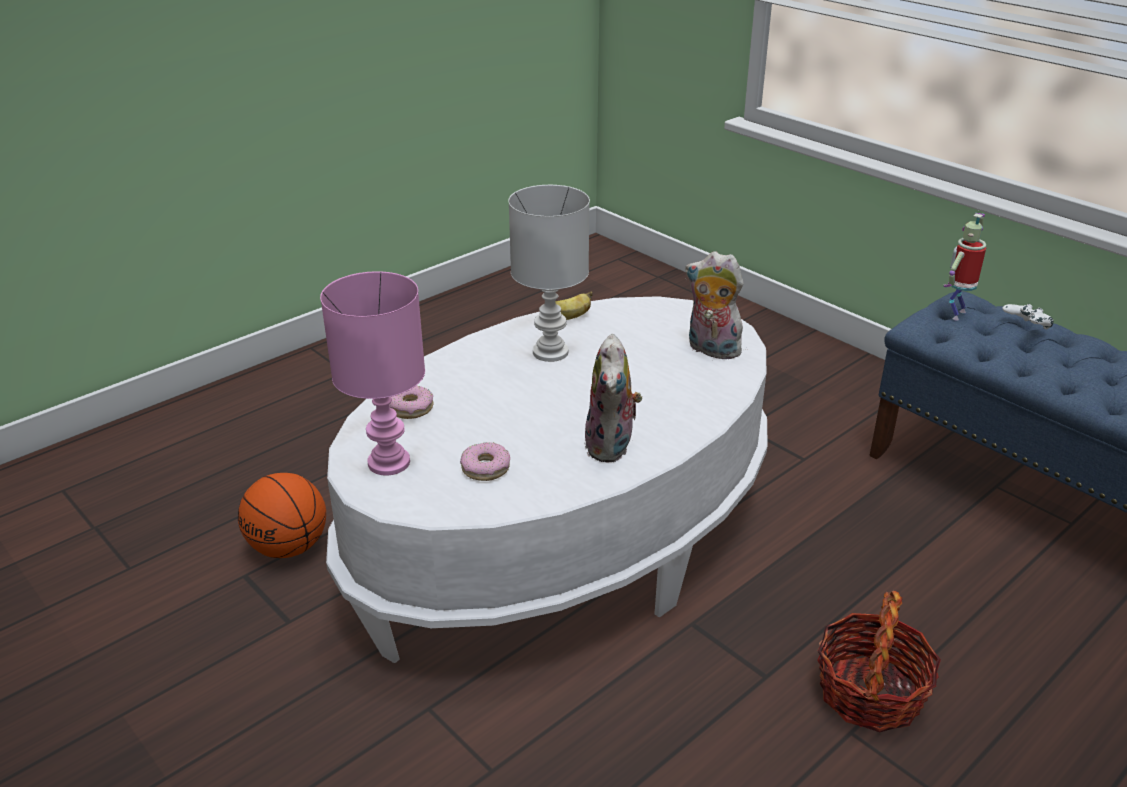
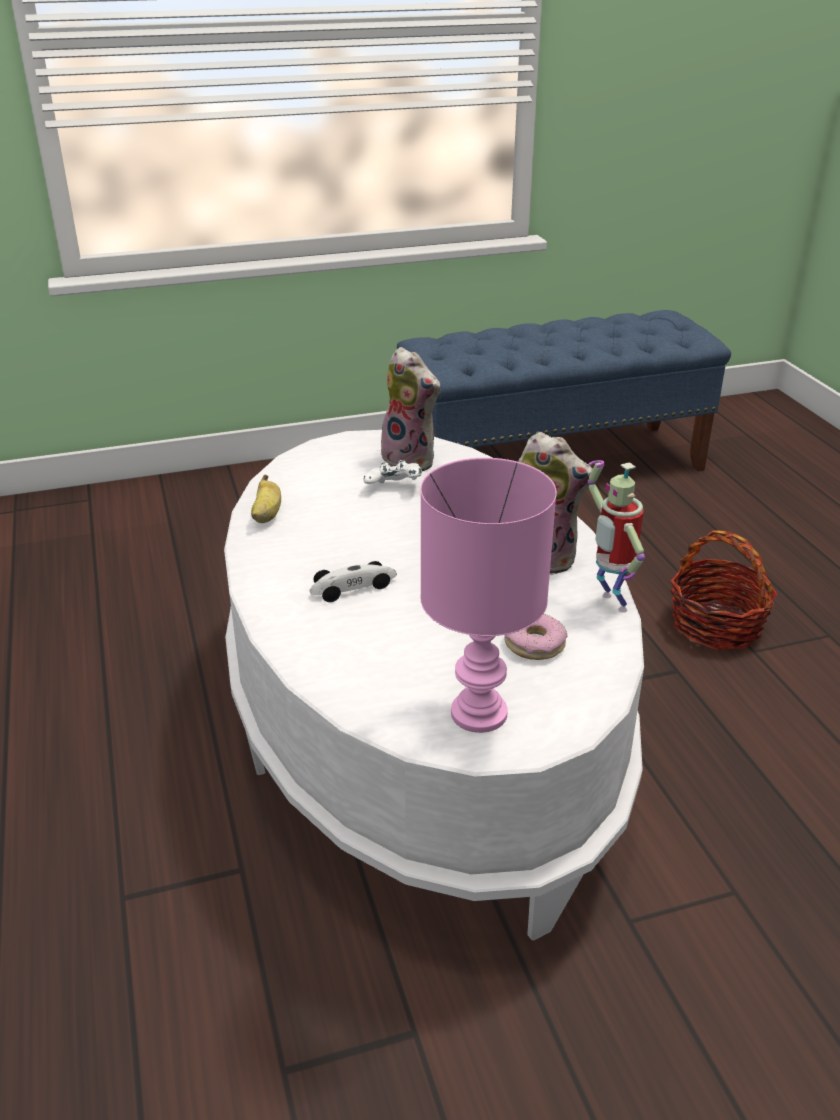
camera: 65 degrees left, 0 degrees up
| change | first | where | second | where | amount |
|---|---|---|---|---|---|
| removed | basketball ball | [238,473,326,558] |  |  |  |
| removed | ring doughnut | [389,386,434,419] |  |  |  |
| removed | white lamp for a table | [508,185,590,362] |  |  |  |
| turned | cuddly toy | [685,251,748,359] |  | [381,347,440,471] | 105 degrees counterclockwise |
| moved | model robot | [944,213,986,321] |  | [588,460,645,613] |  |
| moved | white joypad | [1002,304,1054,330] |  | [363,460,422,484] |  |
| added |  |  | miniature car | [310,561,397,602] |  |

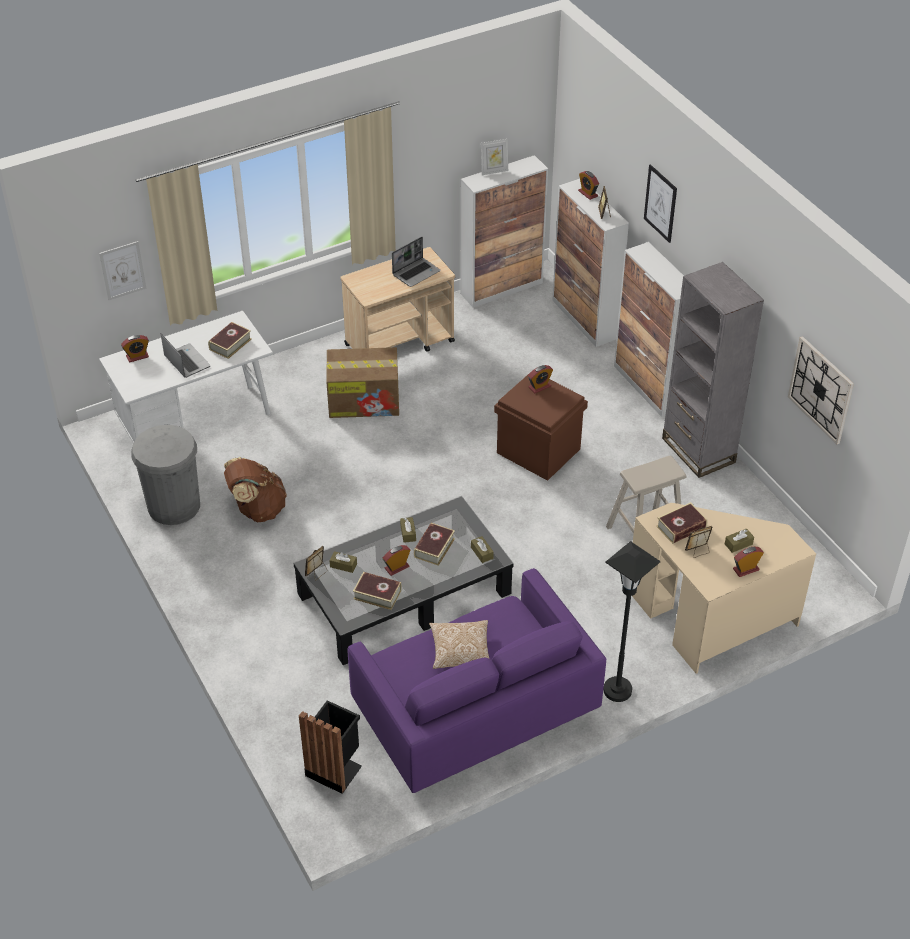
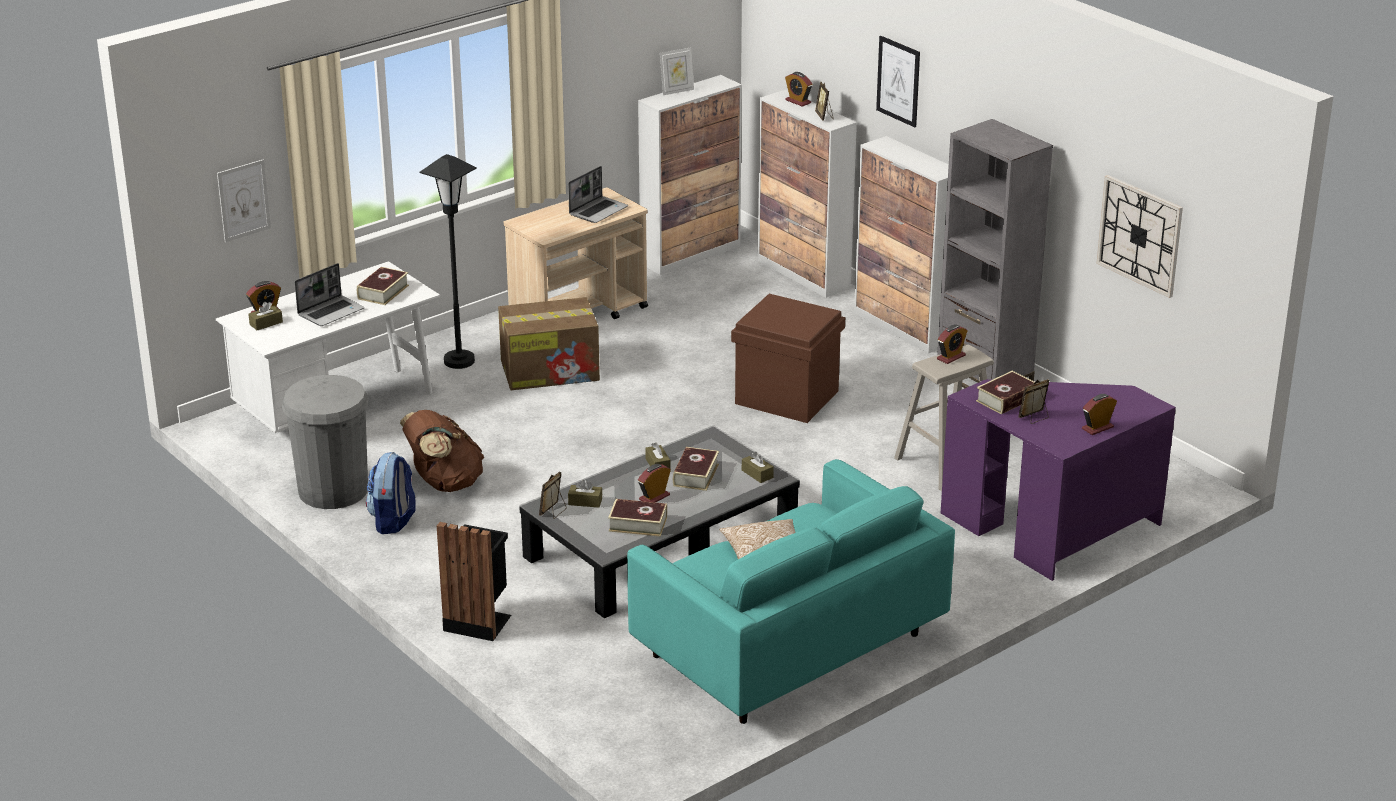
camera: 10 degrees left, 15 degrees down
| change | first | where | second | where | amount |
|---|---|---|---|---|---|
| turned | laptop | [161,333,210,378] |  | [295,263,364,326] | 90 degrees clockwise |
| moved | black-coloured trash can | [299,700,362,794] |  | [437,522,511,641] |  |
| recoloured | purplish couch | [347,568,606,793] | turquoise-coloured couch | [627,459,955,724] |  |
| moved | bedside clock | [528,365,553,394] |  | [937,324,967,364] |  |
| moved | black-coloured standard lamp | [603,541,661,702] |  | [420,154,477,369] |  |
| recoloured | beige desk | [632,503,816,674] | purplish desk | [941,379,1176,581] |  |
| moved | brownish tissue holder | [725,528,754,553] |  | [248,302,283,330] |  |
| added |  |  | rucksack | [366,452,416,534] |  |

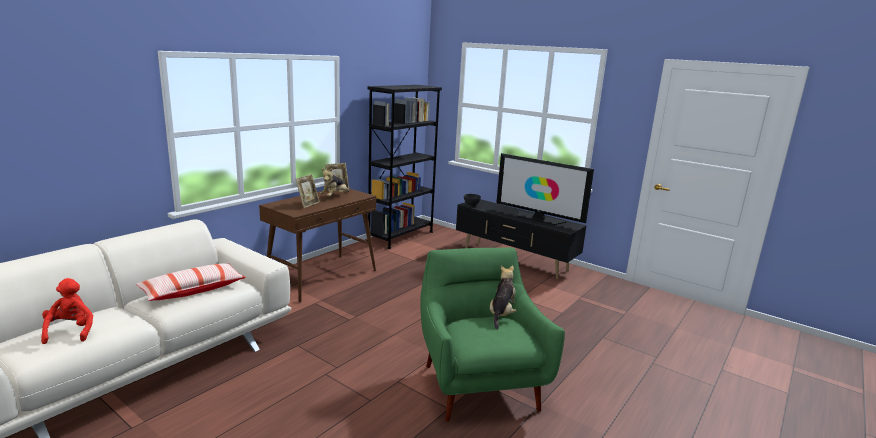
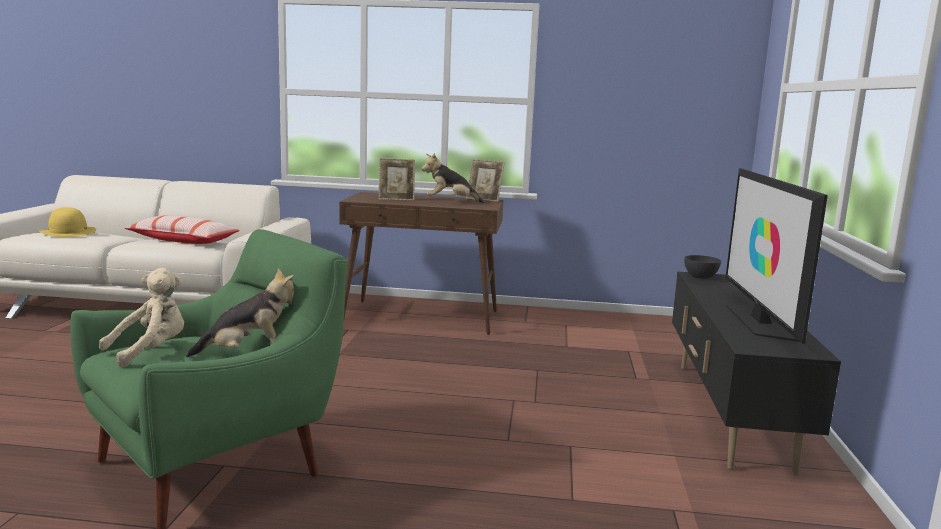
camera: 60 degrees right, 5 degrees down
| change | first | where | second | where | amount |
|---|---|---|---|---|---|
| replaced | reddish cuddly toy | [41,278,93,344] | yellow wearable hat | [39,207,96,237] |  |
| removed | black-coloured shelving unit | [367,85,442,249] |  |  |  |
| added |  |  | beige cuddly toy | [99,268,184,368] |  |

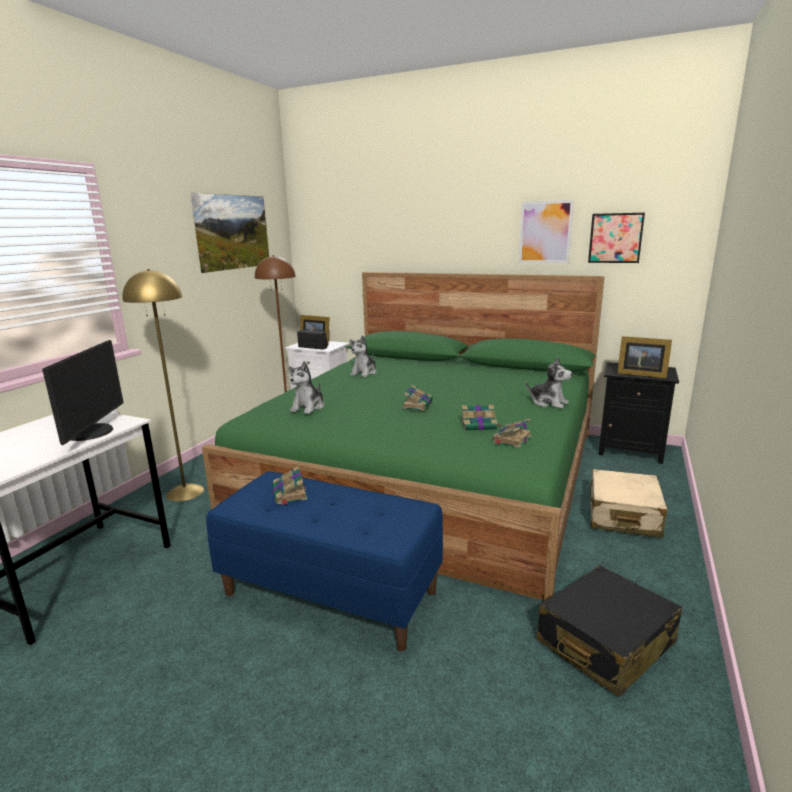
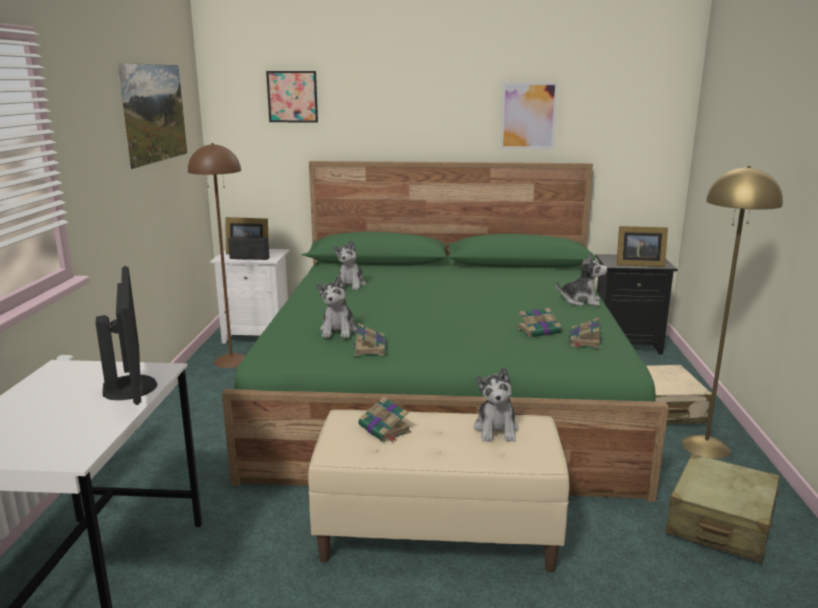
camera: 20 degrees left, 0 degrees up
| change | first | where | second | where | amount |
|---|---|---|---|---|---|
| moved | yellow standard lamp | [122,269,204,501] |  | [682,166,783,459] |  |
| recoloured | blue-coloured long seat | [206,471,443,651] | beige long seat | [308,410,570,573] |  |
| moved | volume | [402,385,433,410] |  | [353,323,386,356] |  |
| recoloured | black-coloured travel case | [537,565,682,697] | beige travel case | [666,454,780,563] |  |
| moved | picture | [588,213,645,263] |  | [266,71,318,122] |  |
| added |  |  | cuddly toy | [474,367,519,442] |  |

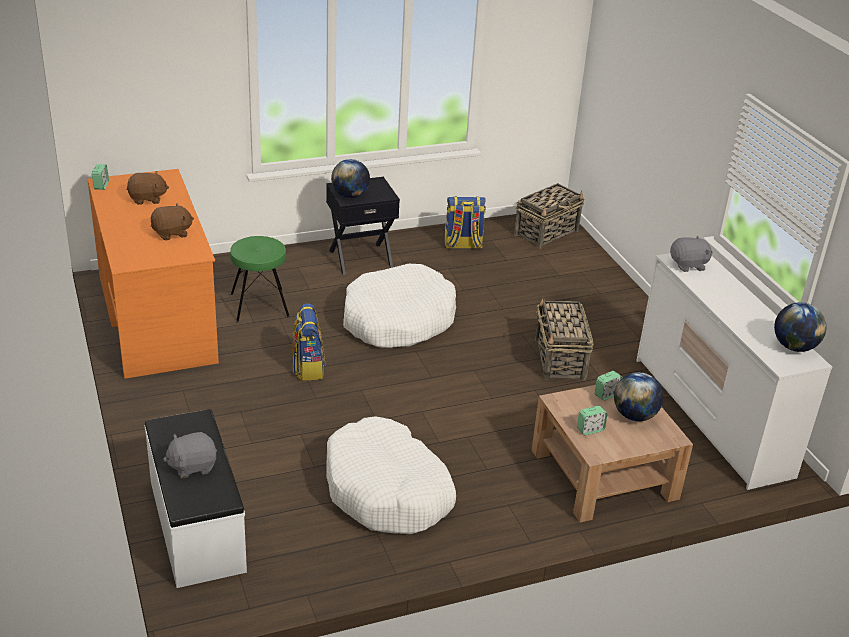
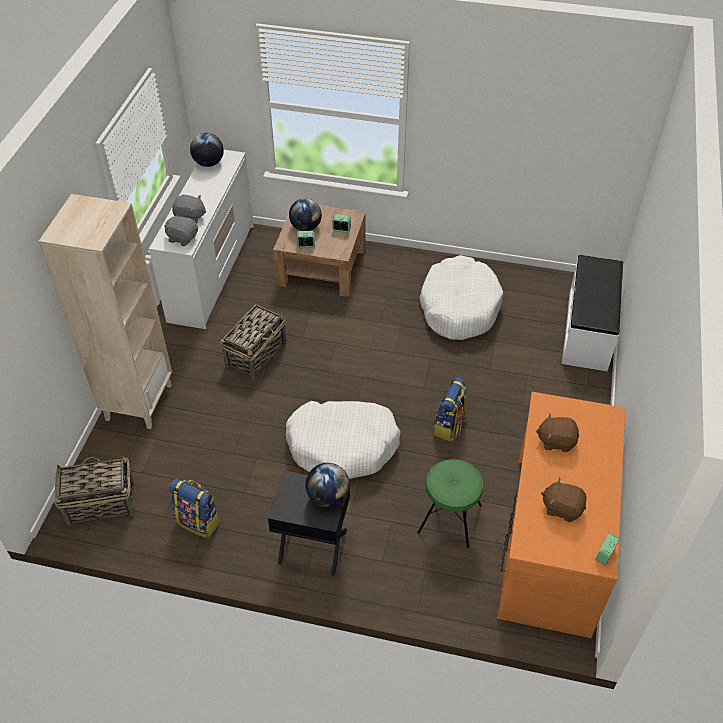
camera: 145 degrees left, 15 degrees up
| change | first | where | second | where | amount |
|---|---|---|---|---|---|
| moved | greyish cuddly toy | [163,432,217,478] |  | [172,195,206,224] |  |
| added |  |  | beige shelving unit | [39,194,172,429] |  |

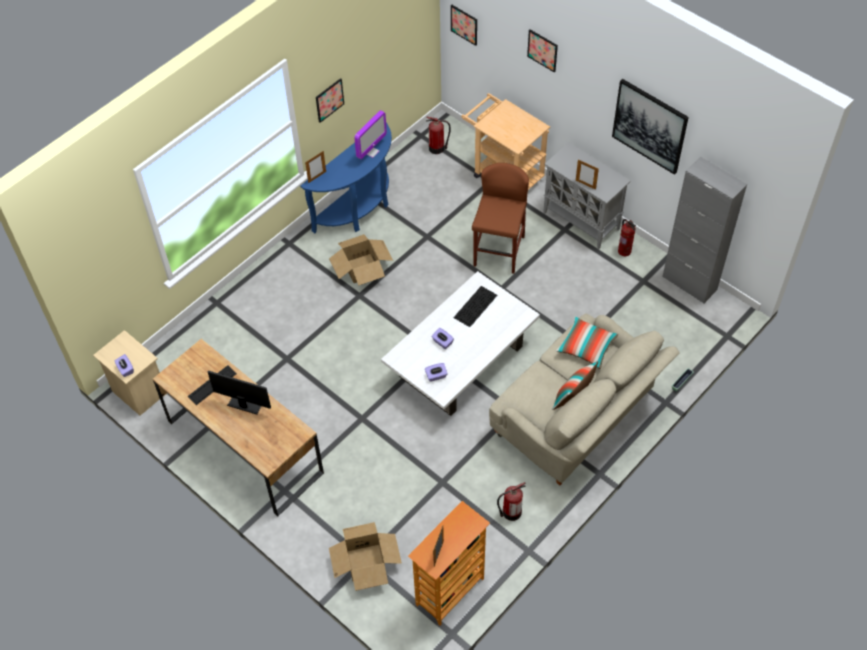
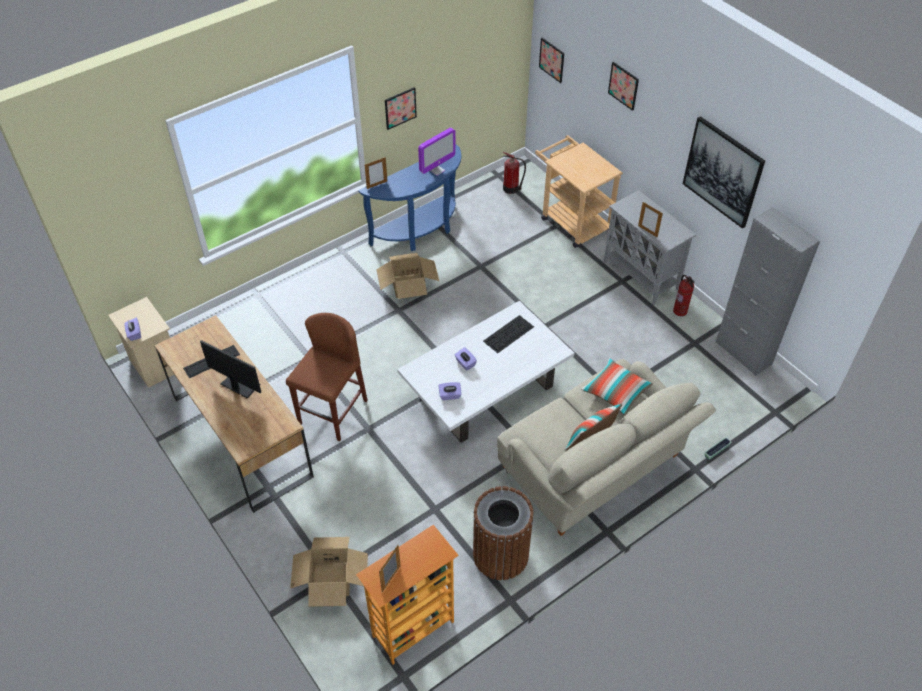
camera: 10 degrees right, 5 degrees down
| change | first | where | second | where | amount |
|---|---|---|---|---|---|
| moved | brownish stool seat | [472,163,529,274] |  | [286,313,368,442] |  |
| replaced | fire-fighting cylinder | [497,482,526,521] | brownish trash can | [473,486,534,580] |  |

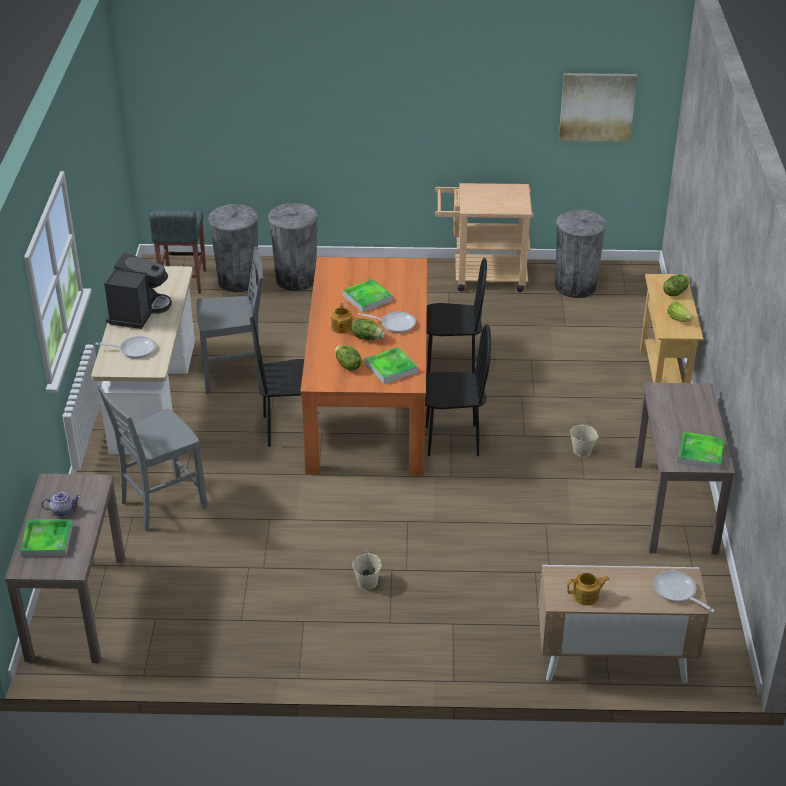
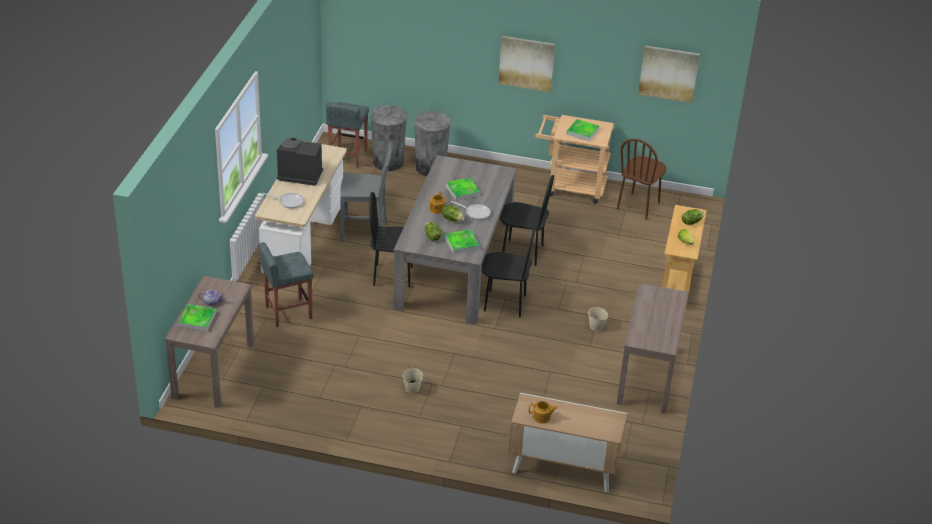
camera: 10 degrees right, 0 degrees up
| change | first | where | second | where | amount |
|---|---|---|---|---|---|
| replaced | greyish plain chair | [97,384,208,531] | greyish stool seat | [259,242,313,327] |  |
| turned | coffee brewer | [104,252,172,329] |  | [277,138,323,186] | 105 degrees counterclockwise |
| recoloured | orange-coloured kitchen table | [300,257,427,476] | greyish kitchen table | [393,155,517,325] |  |
| replaced | greyish trash can | [555,209,607,298] | brownish plain chair | [617,139,666,220] |  |
| removed | pan | [654,571,715,612] |  |  |  |
| moved | serving tray | [678,432,724,470] |  | [566,119,599,141] |  |
| added |  |  | picture | [498,36,555,92] |  |

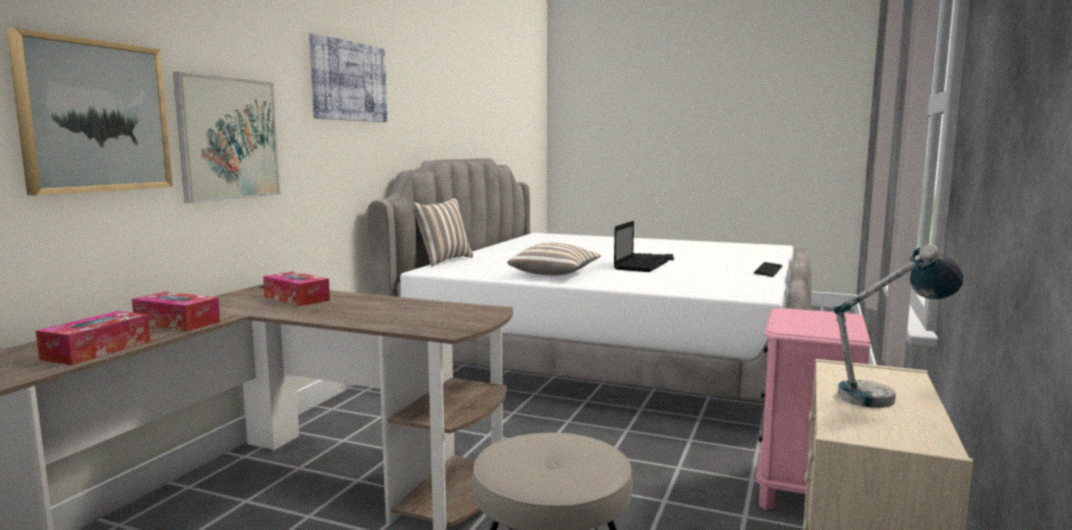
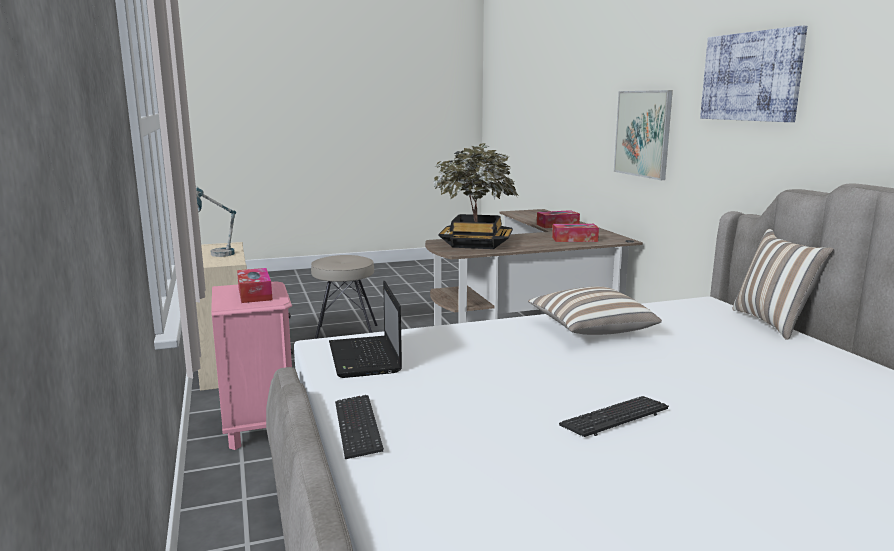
camera: 140 degrees right, 5 degrees up
| change | first | where | second | where | amount |
|---|---|---|---|---|---|
| removed | picture | [6,28,173,196] |  |  |  |
| moved | tissue holder | [36,311,151,365] |  | [237,268,272,303] |  |
| moved | laptop | [614,221,668,272] |  | [329,281,402,378] |  |
| added |  |  | houseplant | [433,143,519,249] |  |

